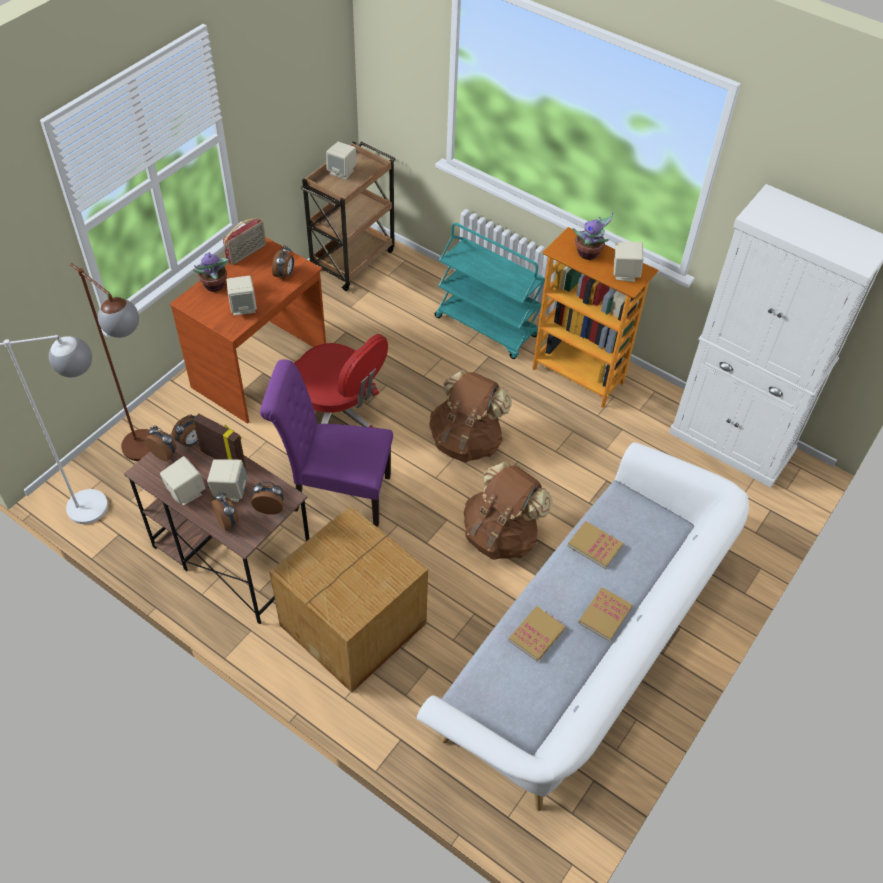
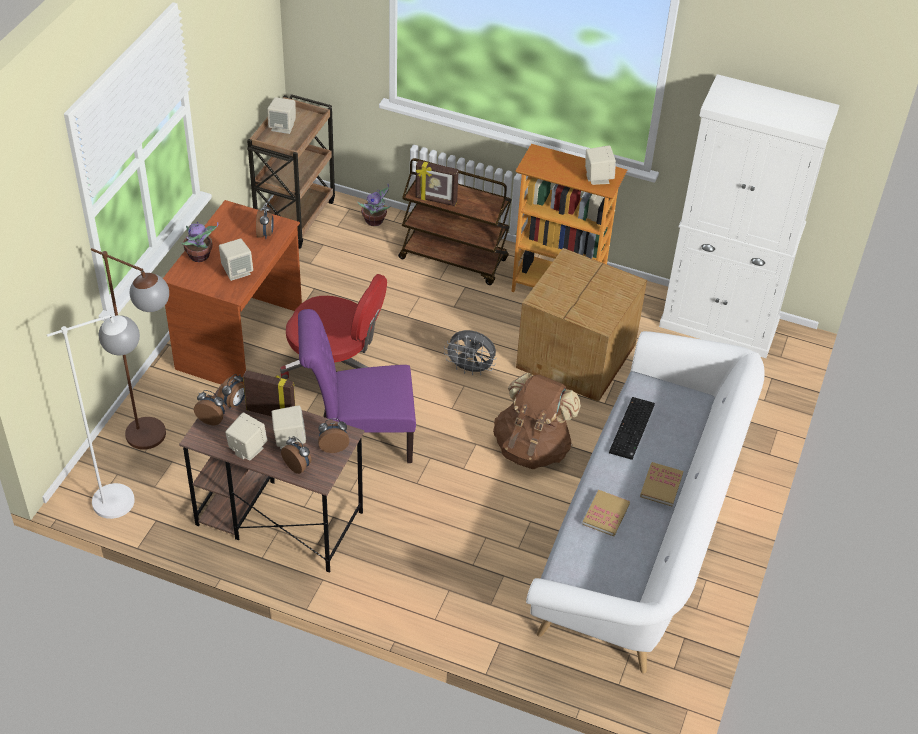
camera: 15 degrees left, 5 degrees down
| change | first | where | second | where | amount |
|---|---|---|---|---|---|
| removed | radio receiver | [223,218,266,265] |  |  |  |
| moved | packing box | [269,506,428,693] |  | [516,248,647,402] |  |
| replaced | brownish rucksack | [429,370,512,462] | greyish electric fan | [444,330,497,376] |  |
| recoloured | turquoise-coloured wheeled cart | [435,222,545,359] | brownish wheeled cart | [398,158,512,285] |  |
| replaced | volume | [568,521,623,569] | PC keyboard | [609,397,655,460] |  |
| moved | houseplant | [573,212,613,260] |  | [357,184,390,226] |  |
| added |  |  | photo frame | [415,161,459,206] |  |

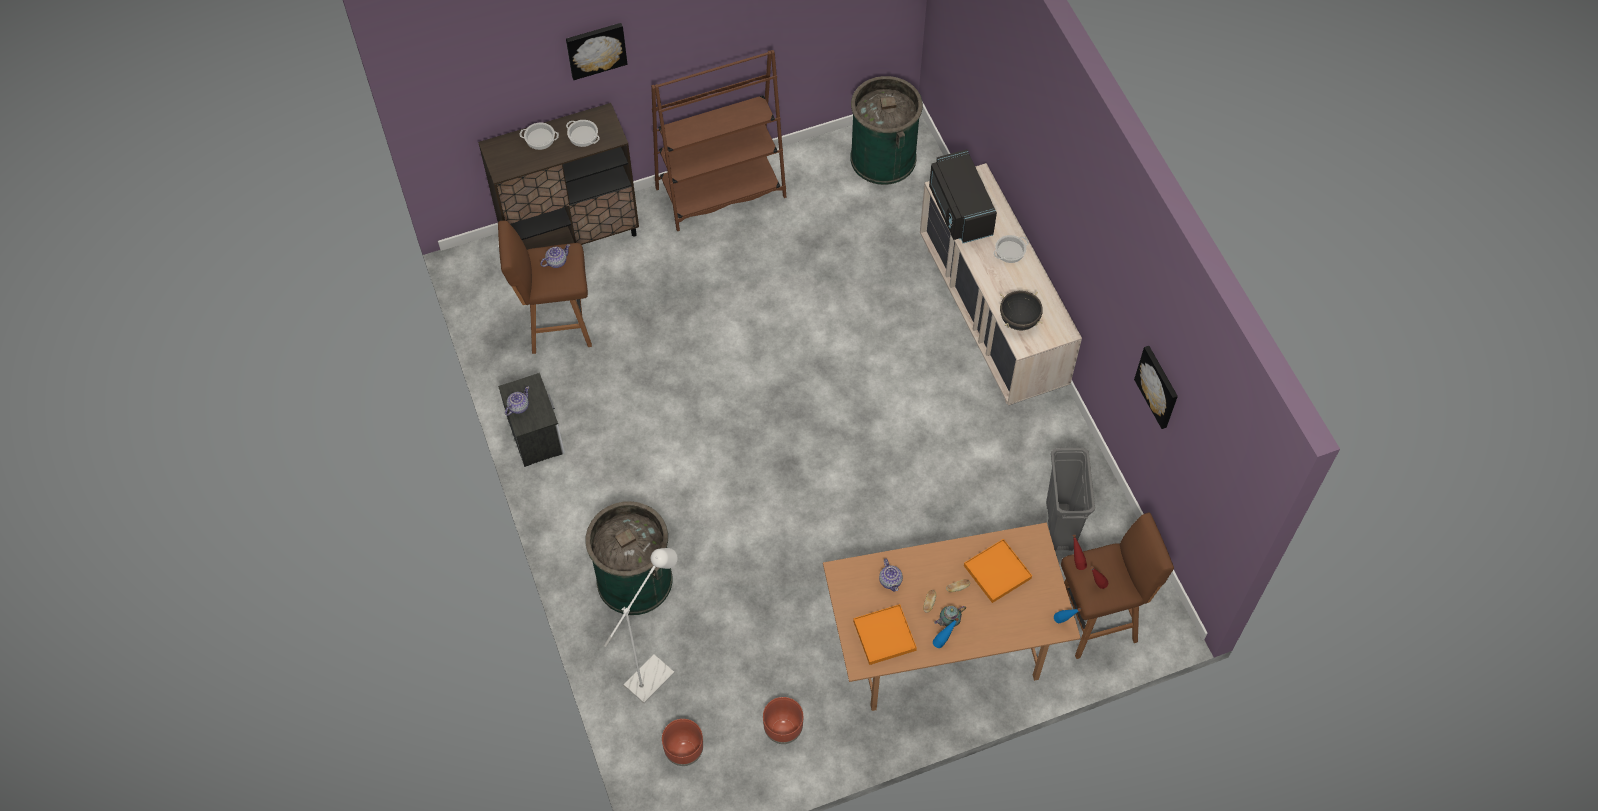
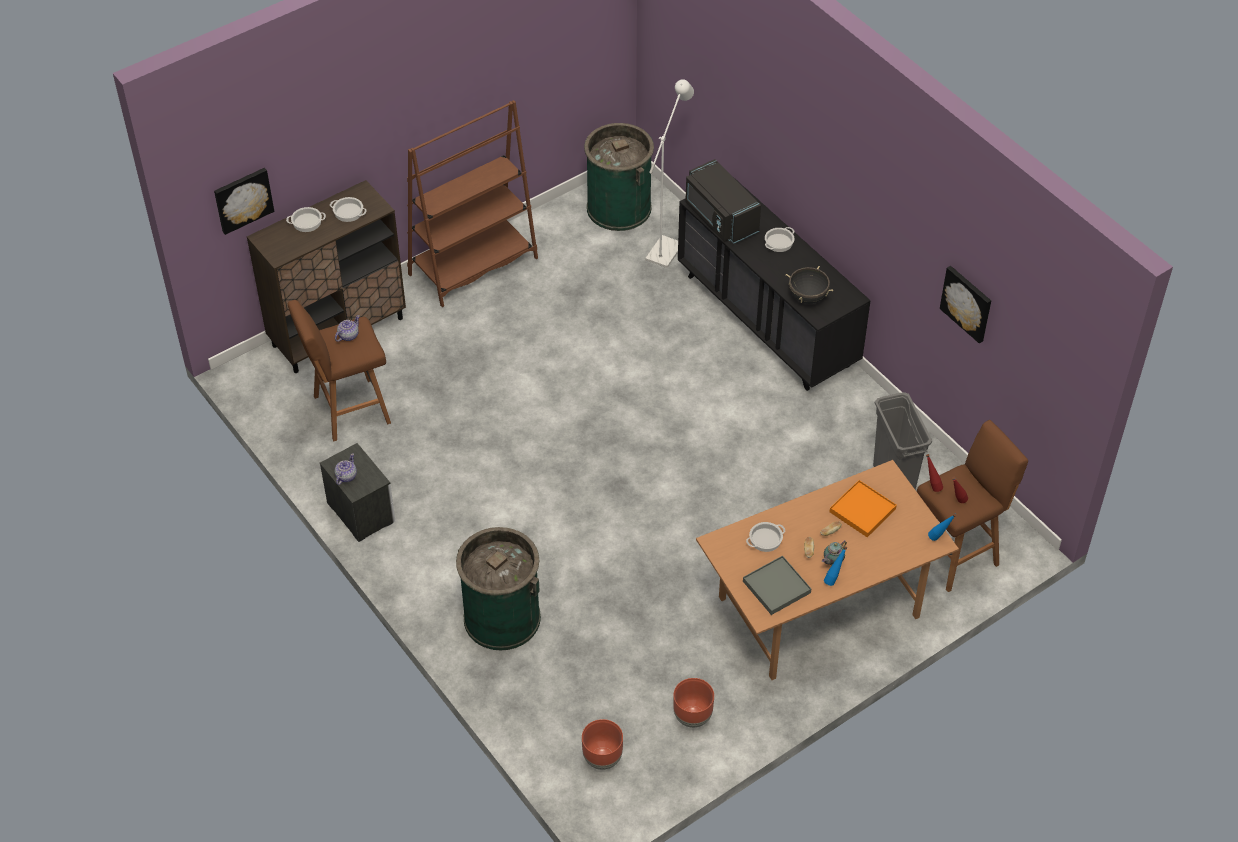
camera: 15 degrees left, 10 degrees down
| change | first | where | second | where | amount |
|---|---|---|---|---|---|
| moved | picture | [566,23,627,80] |  | [214,168,274,235] |  |
| moved | white standard lamp | [604,548,677,704] |  | [645,79,694,268] |  |
| recoloured | orange-coloured serving tray | [853,604,917,665] | greyish serving tray | [743,556,811,615] |  |
| replaced | tea pot | [879,559,903,592] | cooking pot | [746,522,785,552] |  |
| recoloured | beige chest of drawers | [920,163,1082,406] | black-coloured chest of drawers | [678,175,871,391] |  |

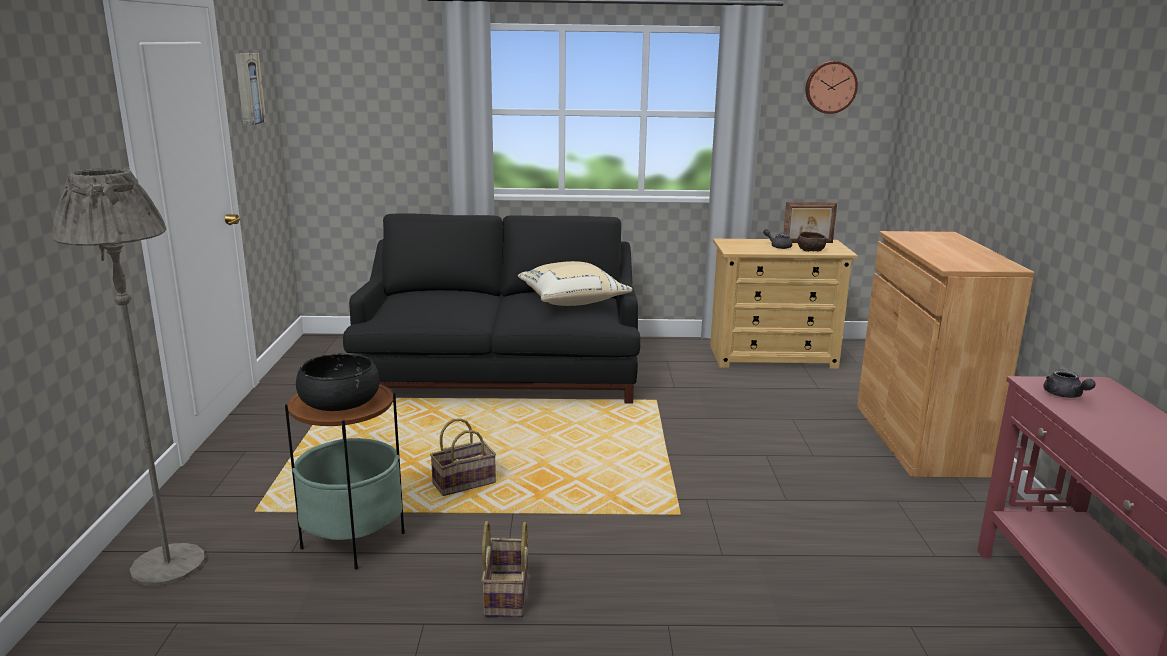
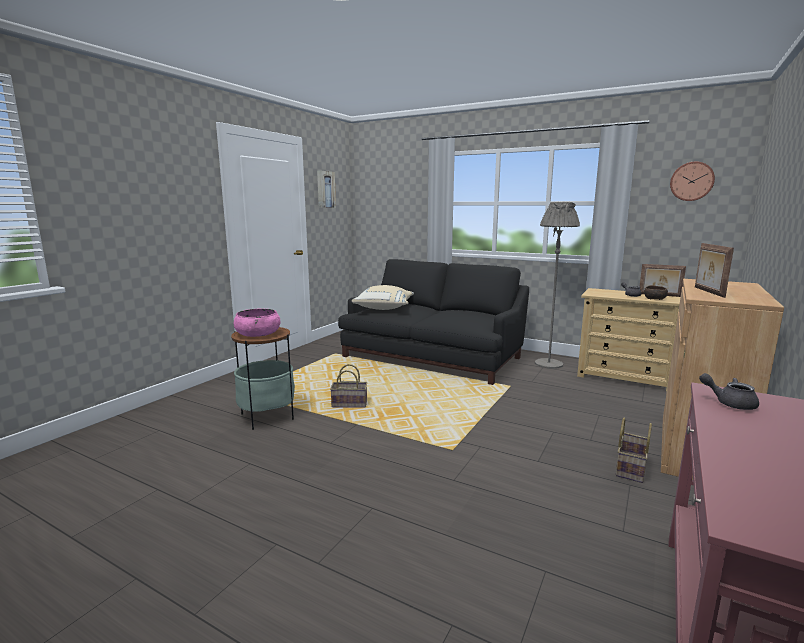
camera: 30 degrees right, 5 degrees down
| change | first | where | second | where | amount |
|---|---|---|---|---|---|
| moved | greyish standard lamp | [52,167,205,586] |  | [535,202,580,369] |  |
| recoloured | black-coloured bowl | [296,353,379,411] | pink-coloured bowl | [234,308,280,337] |  |
| moved | storage basket | [481,521,529,617] |  | [616,418,652,483] |  |
| moved | beige throw pillow | [518,261,632,306] |  | [352,285,414,310] |  |
| turned | greyish tea pot | [1043,369,1096,398] |  | [699,373,759,410] | 105 degrees clockwise |
| added |  |  | photo frame | [695,243,734,298] |  |

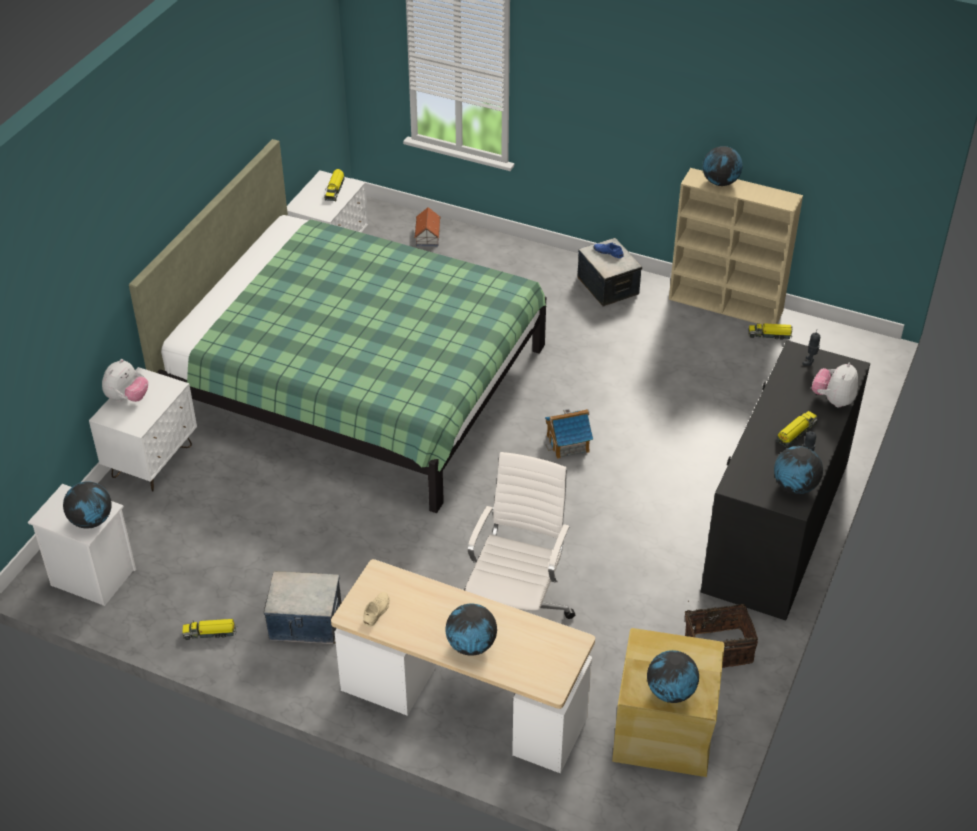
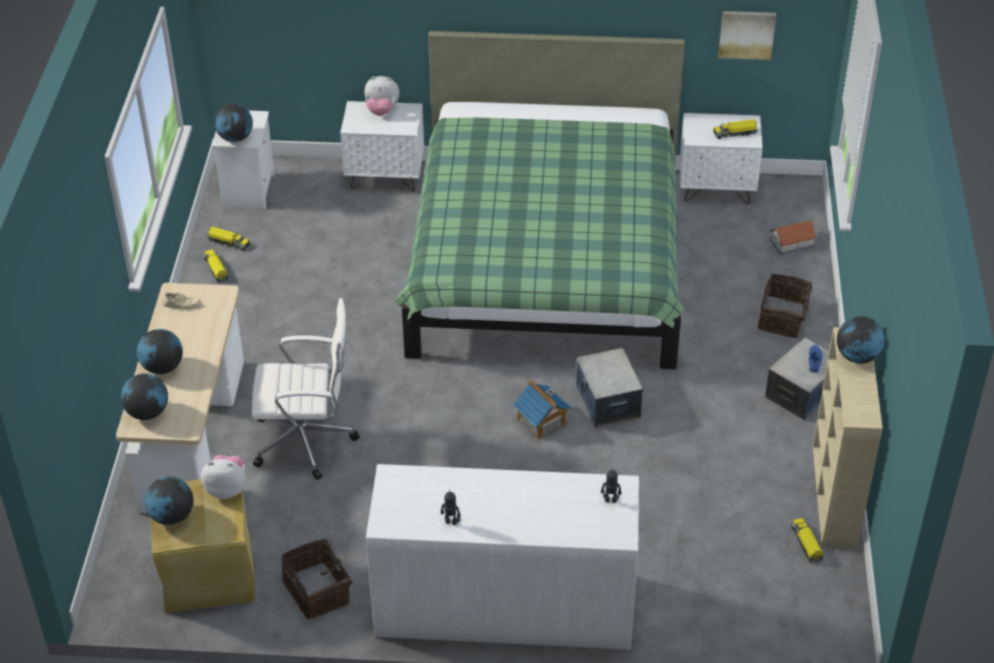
camera: 70 degrees right, 0 degrees up
| change | first | where | second | where | amount |
|---|---|---|---|---|---|
| moved | storage container | [264,571,342,644] |  | [576,348,643,428] |  |
| recoloured | black-coloured chest of drawers | [701,340,870,621] | white chest of drawers | [366,464,639,650] |  |
| moved | desk globe | [774,446,823,494] |  | [121,374,168,420] |  |
| moved | toy lorry | [776,411,818,448] |  | [208,227,250,251] |  |
| moved | cuddly toy | [812,363,858,408] |  | [201,455,246,499] |  |
| added |  |  | picture | [719,11,776,60] |  |
| added |  |  | storage basket | [758,273,822,338] |  |

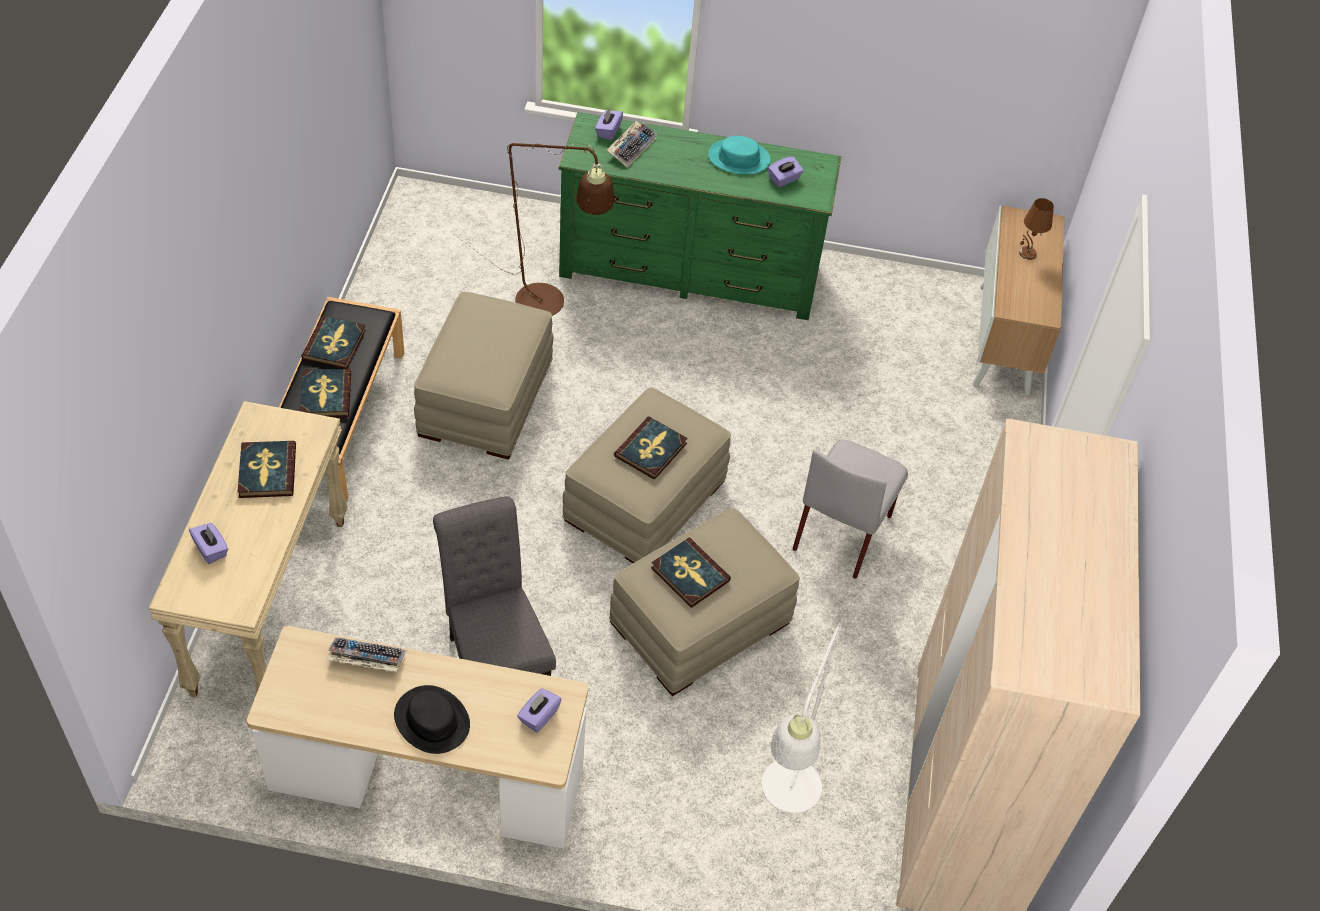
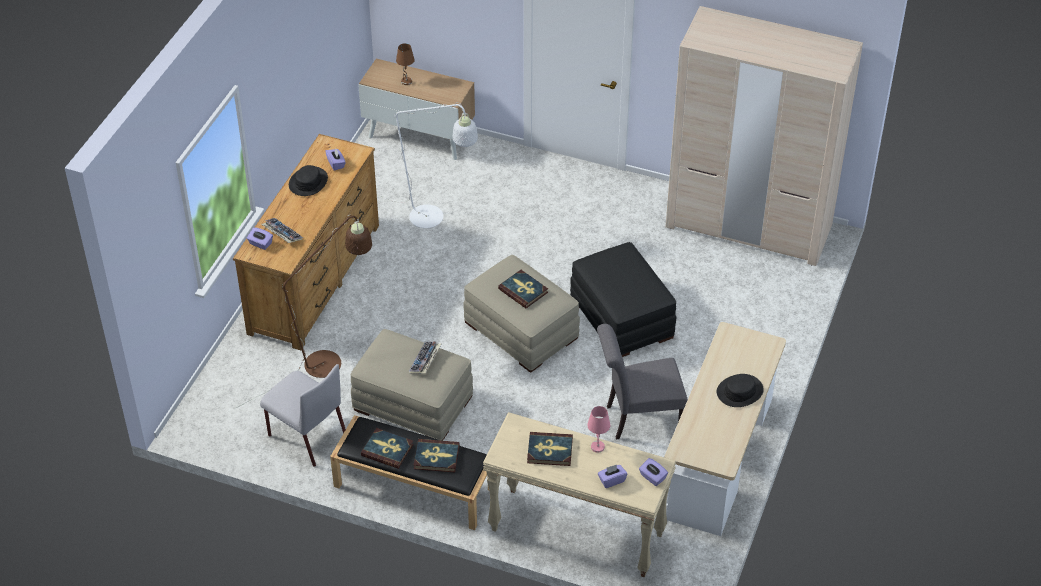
camera: 75 degrees left, 5 degrees down
| change | first | where | second | where | amount |
|---|---|---|---|---|---|
| moved | PC keyboard | [326,637,407,672] |  | [409,341,442,373] |  |
| moved | purplish tissue holder | [517,688,562,733] |  | [639,458,668,486] |  |
| recoloured | greenish chest of drawers | [559,112,841,320] | brownish chest of drawers | [233,134,379,350] |  |
| recoloured | beige pouffe | [609,508,800,696] | black-coloured pouffe | [570,242,676,357] |  |
| removed | volume | [651,537,731,608] |  |  |  |
| recoloured | turquoise-coloured wearable hat | [708,136,770,174] | black-coloured wearable hat | [289,165,328,196] |  |
| moved | white standard lamp | [762,626,841,813] |  | [378,102,478,228] |  |
| moved | greyish plain chair | [793,439,908,579] |  | [260,364,346,466] |  |
| added |  |  | pink-coloured lamp for a table | [587,406,610,453] |  |

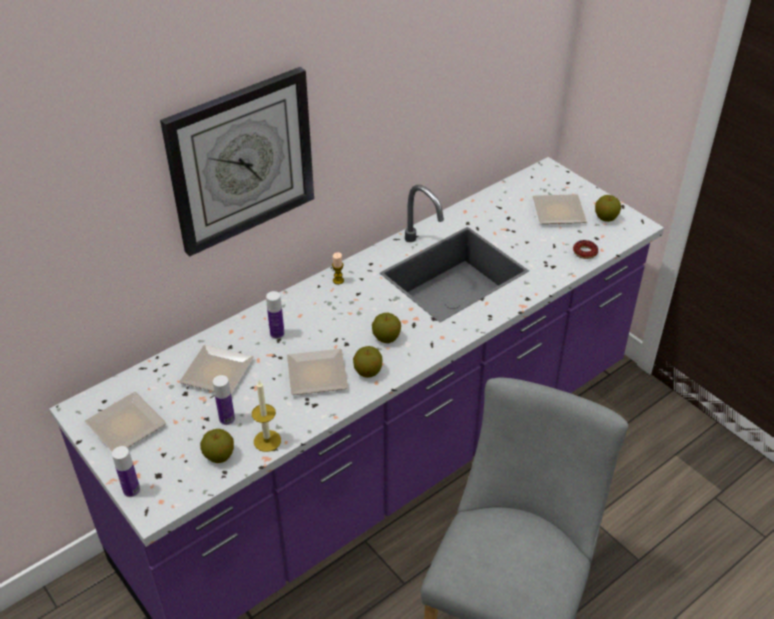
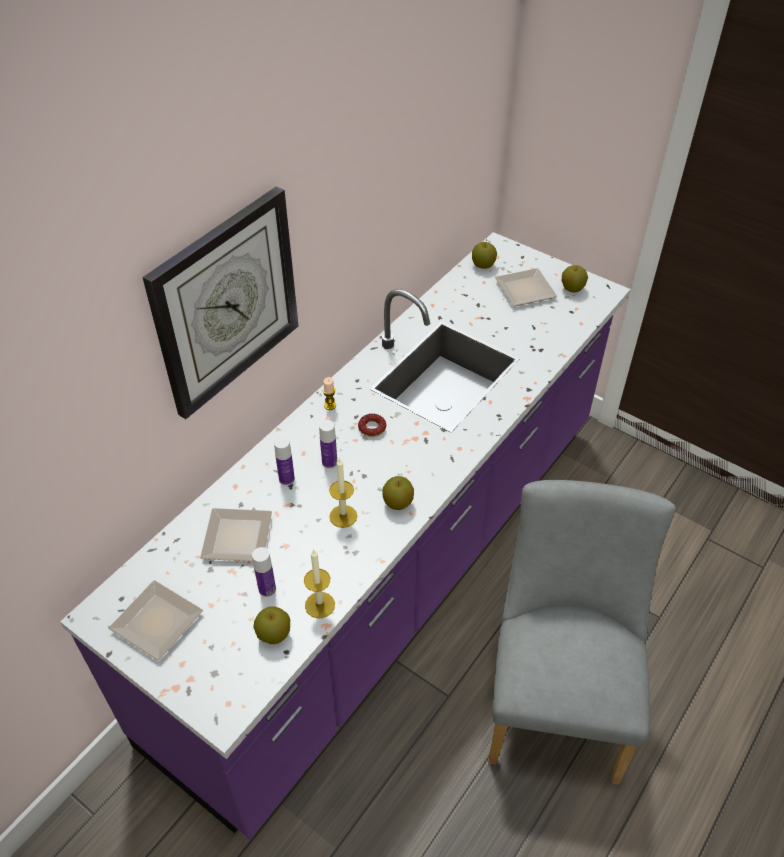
camera: 15 degrees left, 5 degrees up
| change | first | where | second | where | amount |
|---|---|---|---|---|---|
| moved | beverage bottle | [112,446,140,497] |  | [319,420,337,469] |  |
| replaced | dinner plate | [287,349,348,395] | wax candle | [329,458,357,528] |  |
| moved | whole apple | [372,313,401,343] |  | [472,242,497,269] |  |
| moved | ring doughnut | [573,240,598,259] |  | [358,414,386,437] |  |

